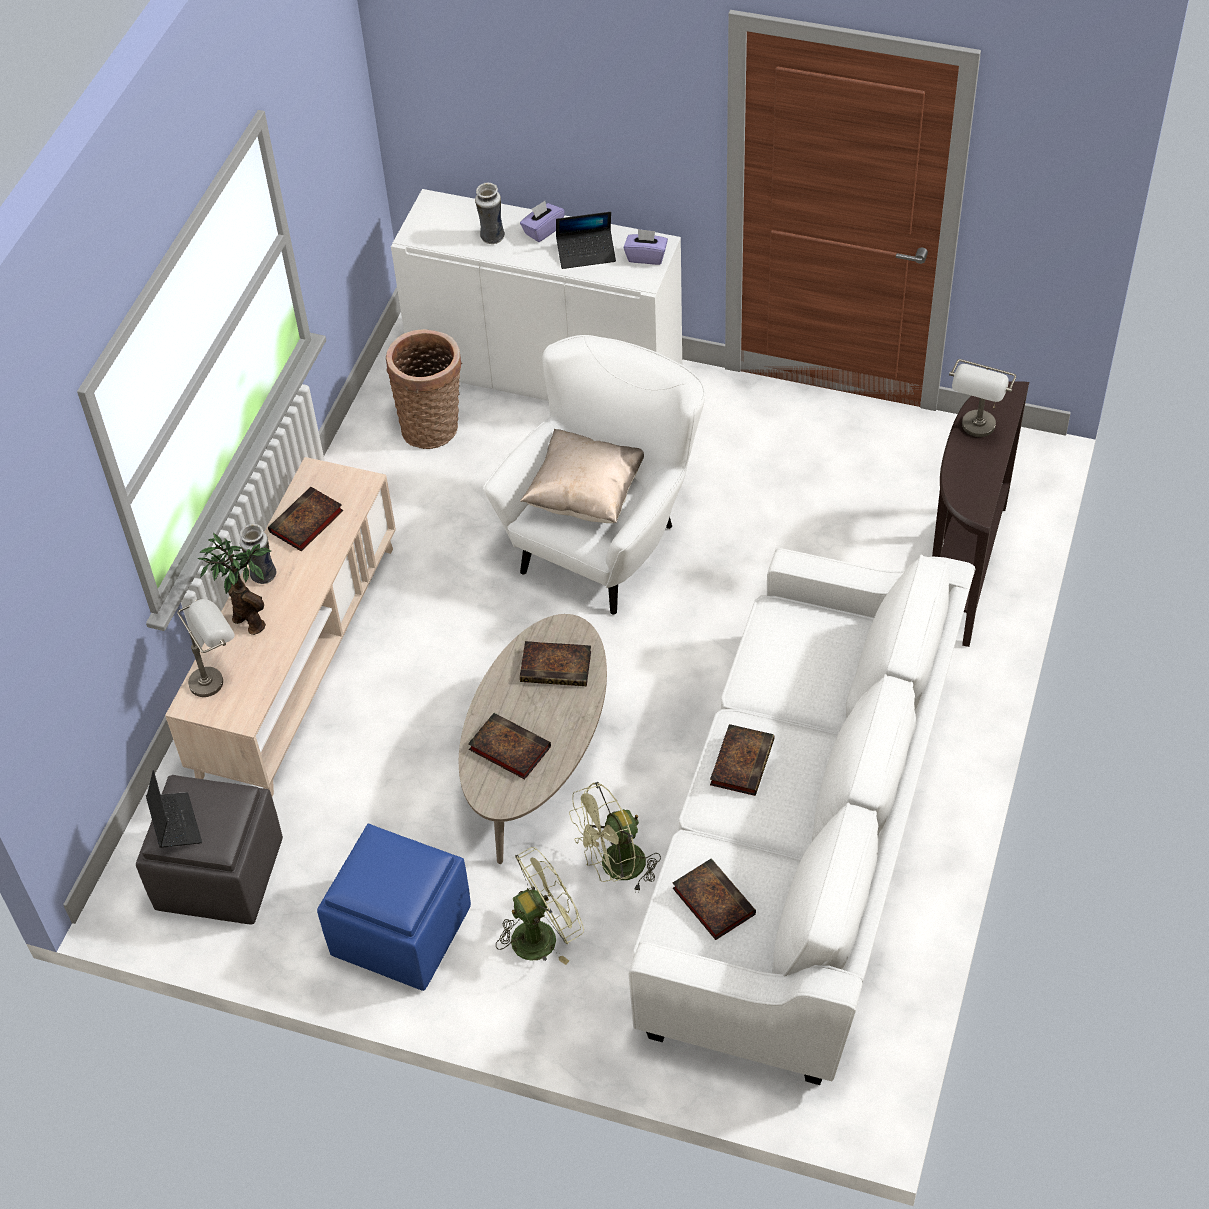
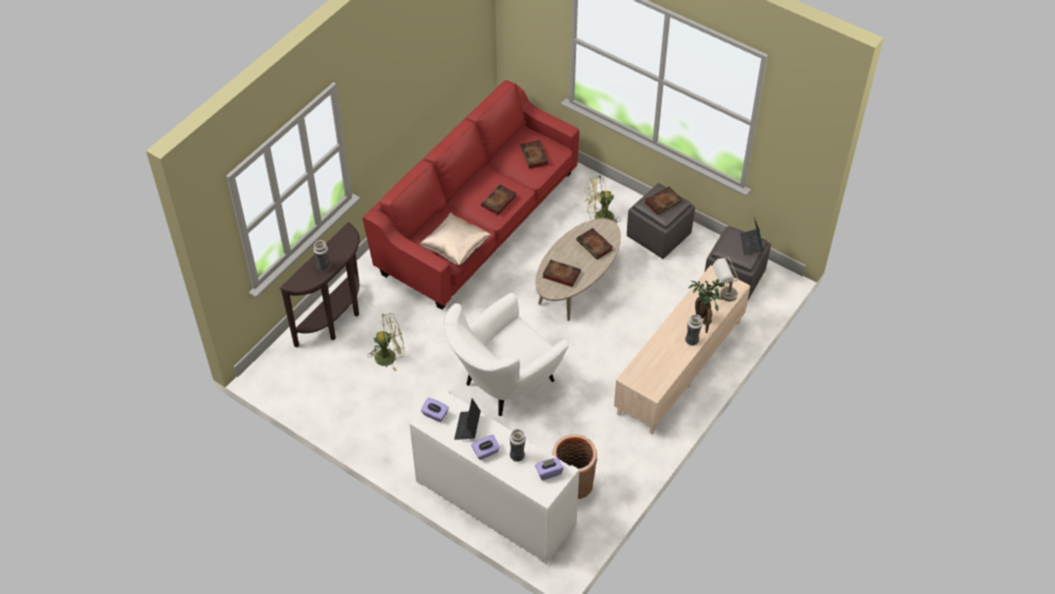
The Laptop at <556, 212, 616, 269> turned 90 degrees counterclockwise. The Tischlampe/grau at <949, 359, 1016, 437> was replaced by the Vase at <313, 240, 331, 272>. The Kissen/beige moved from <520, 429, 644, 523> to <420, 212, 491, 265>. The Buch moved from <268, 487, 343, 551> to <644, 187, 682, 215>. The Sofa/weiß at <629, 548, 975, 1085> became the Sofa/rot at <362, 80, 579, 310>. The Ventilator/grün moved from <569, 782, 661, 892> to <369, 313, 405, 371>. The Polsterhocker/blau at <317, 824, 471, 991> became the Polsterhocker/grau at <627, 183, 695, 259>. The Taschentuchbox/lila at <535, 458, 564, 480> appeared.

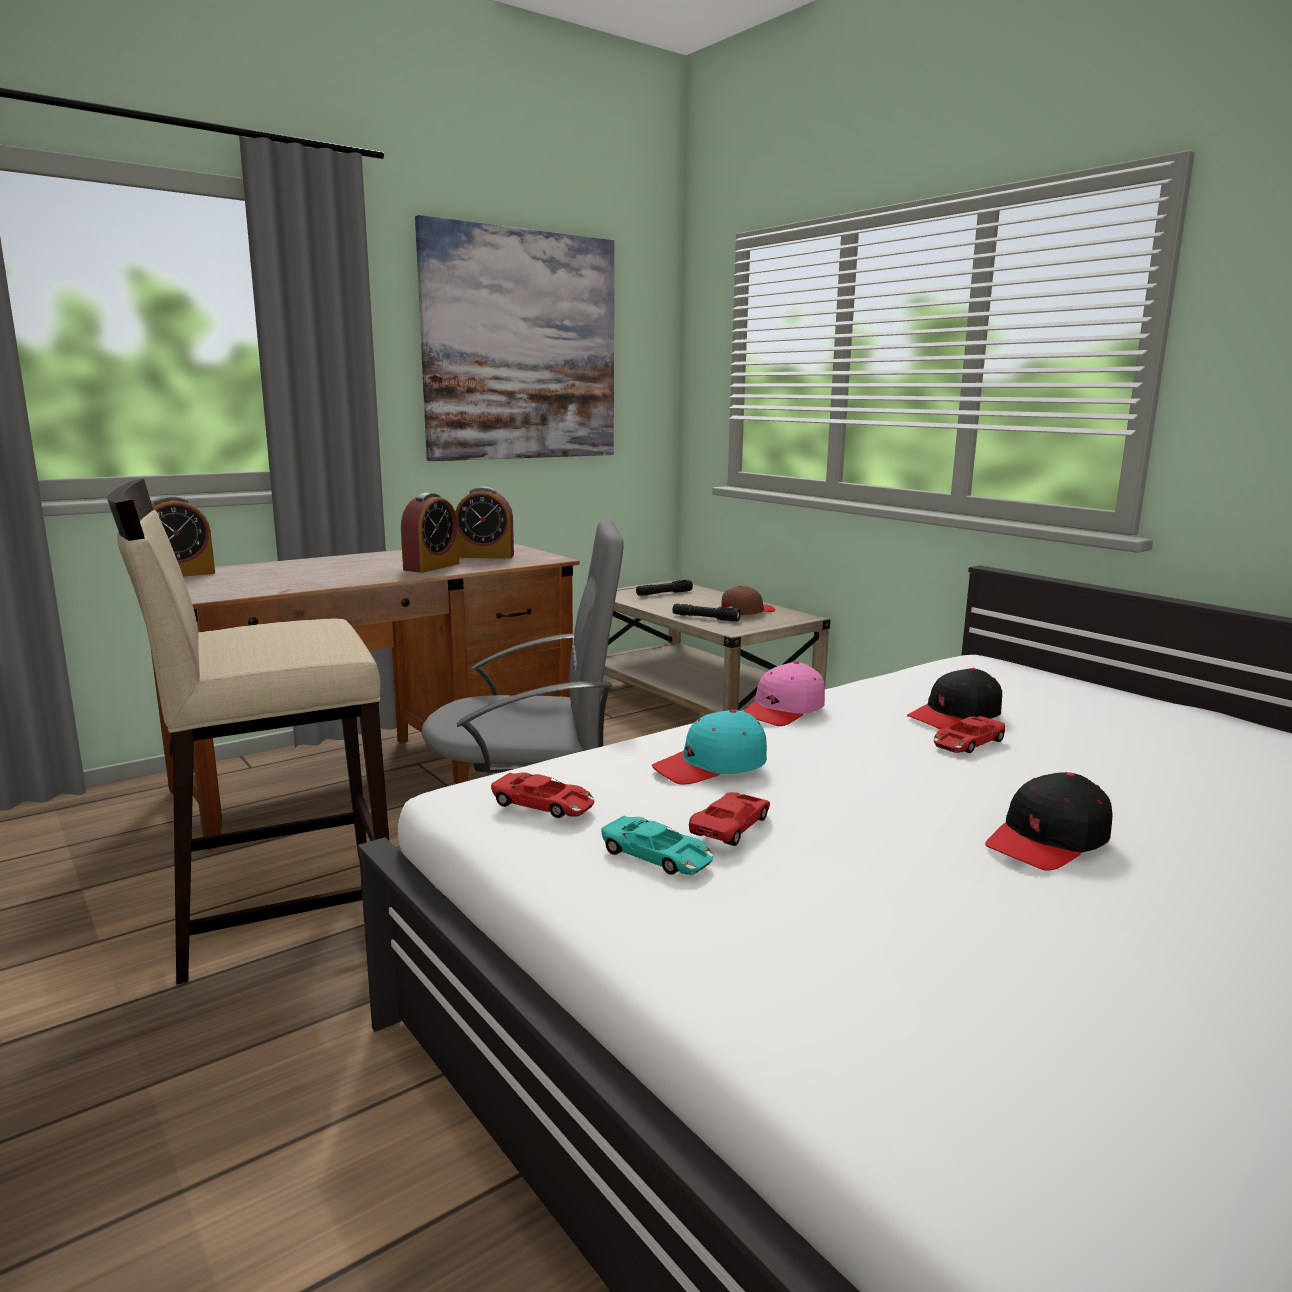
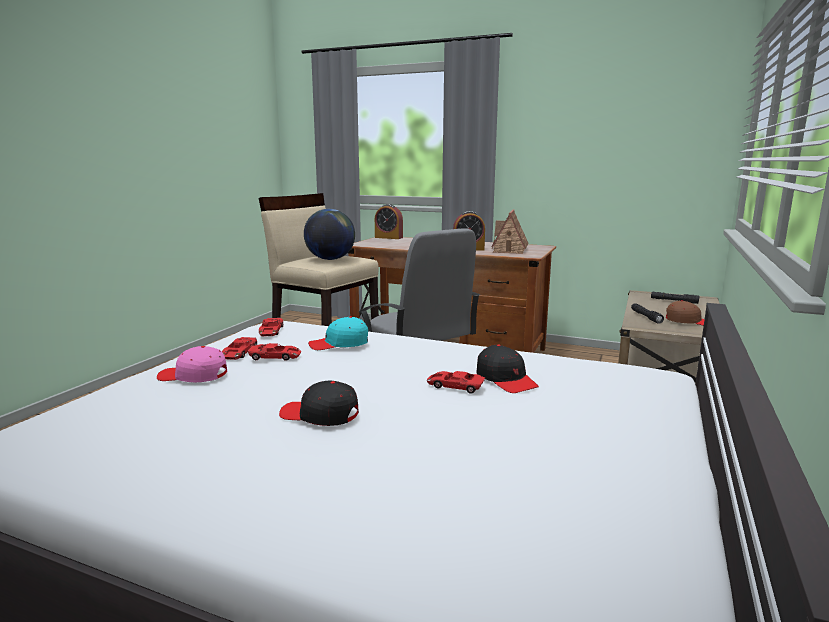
The Bild at <415, 215, 614, 461> disappeared. The Wecker at <455, 487, 514, 559> was replaced by the Spielzeughaus at <491, 209, 528, 254>. The Kappe/rosa moved from <743, 661, 825, 726> to <157, 346, 227, 382>. The Kappe/schwarz at <907, 668, 1002, 729> turned 150 degrees counterclockwise. The Kappe/türkis at <652, 710, 767, 785> turned 45 degrees counterclockwise. The Spielzeugauto/türkis at <601, 816, 713, 875> became the Spielzeugauto/rot at <222, 337, 257, 360>. The Globus at <304, 209, 355, 260> appeared.

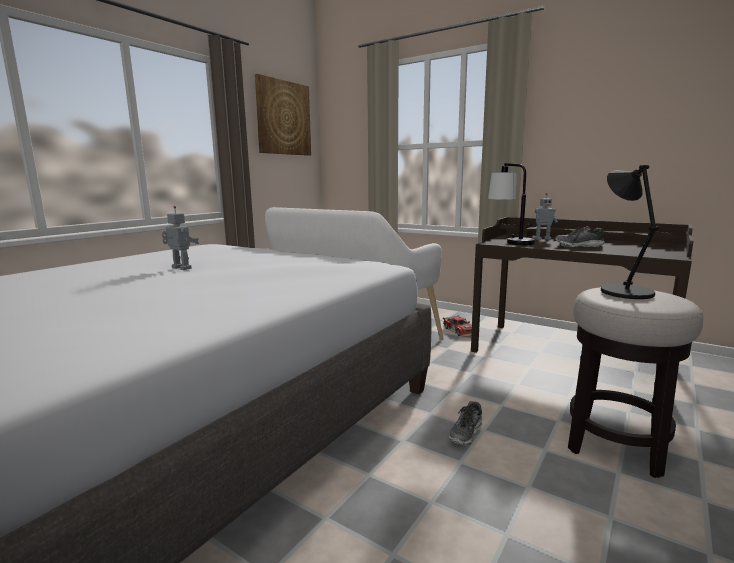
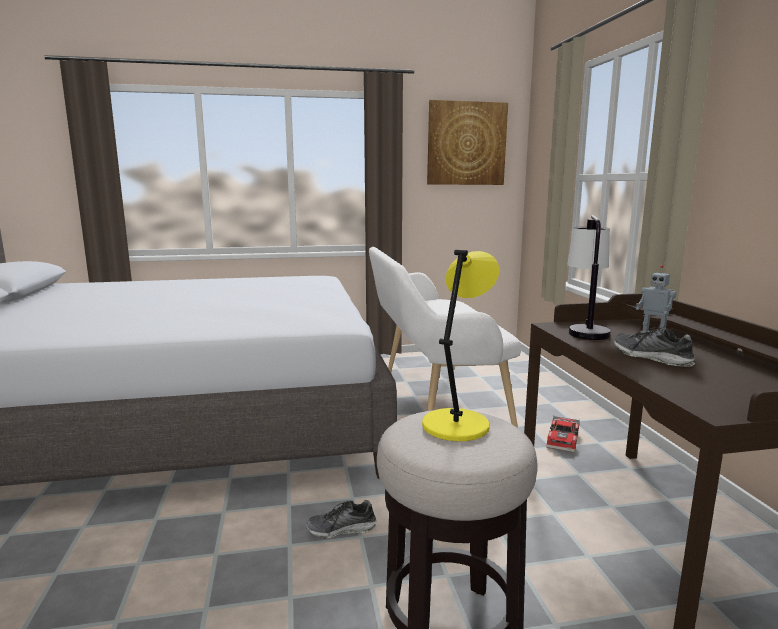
The Tischlampe/schwarz at <601, 165, 659, 299> became the Tischlampe/gelb at <422, 249, 499, 441>. The Spielzeugroboter at <162, 206, 199, 270> disappeared.

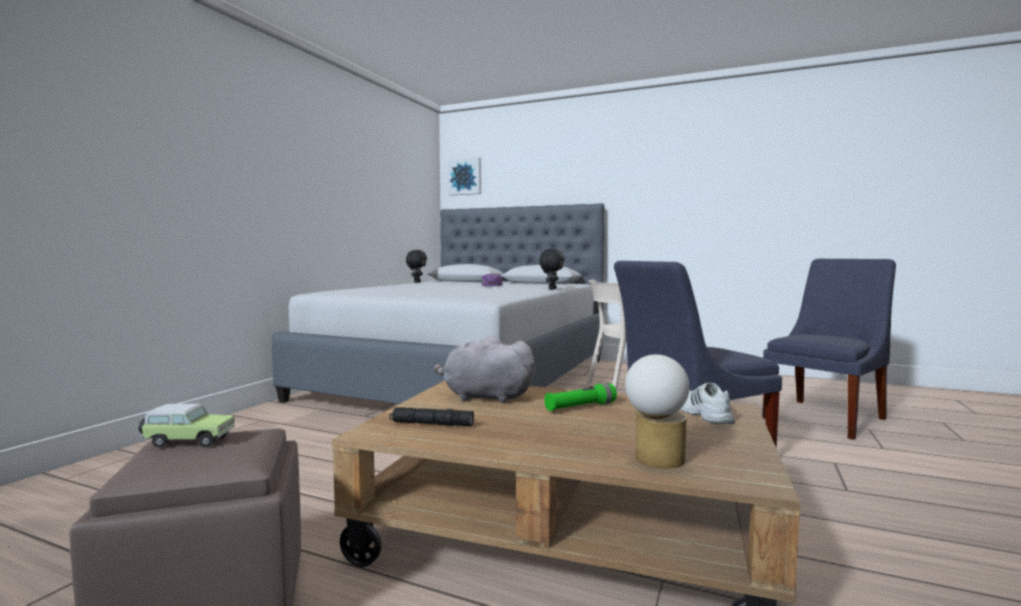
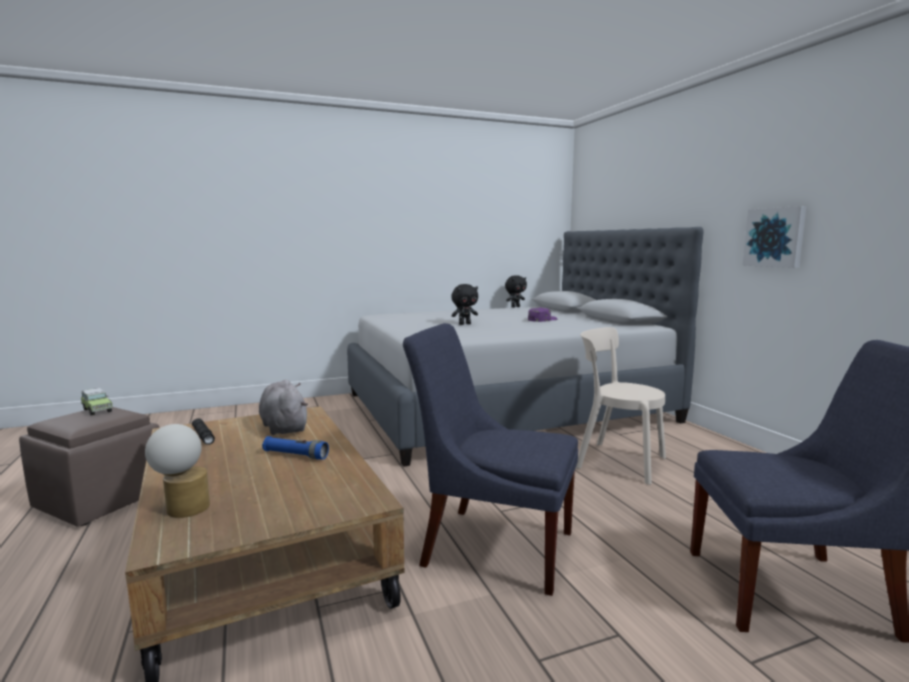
The Bild moved from <448, 157, 481, 195> to <742, 206, 806, 268>. The Plüschtier/schwarz moved from <539, 249, 565, 290> to <451, 284, 478, 325>. The Taschenlampe/grün at <544, 383, 617, 411> became the Taschenlampe/blau at <262, 436, 329, 460>. The Schuh/weiß at <680, 383, 735, 424> disappeared.

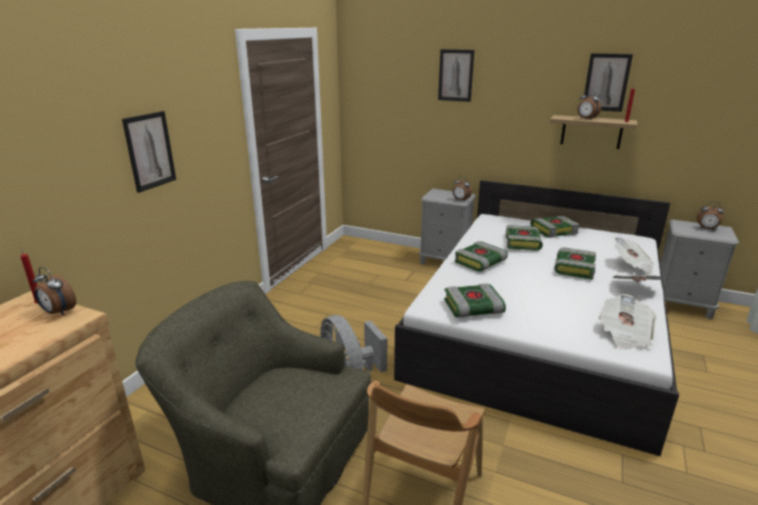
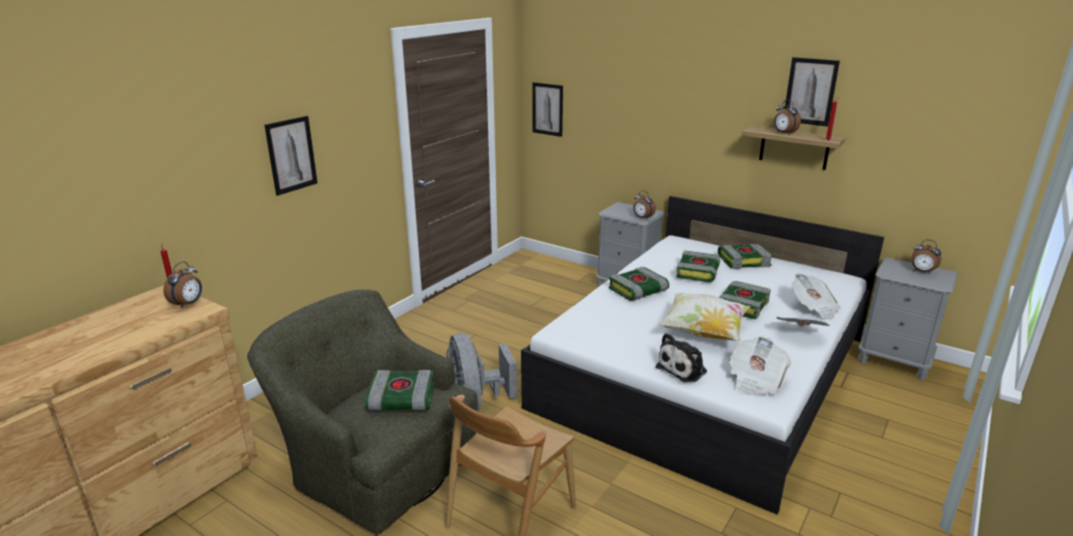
The Bild moved from <438, 49, 475, 102> to <532, 82, 563, 137>. The Wecker at <33, 267, 76, 316> turned 105 degrees counterclockwise. The Buch moved from <444, 283, 506, 318> to <365, 370, 435, 411>. The Kissen at <658, 293, 750, 341> appeared. The Plüschtier at <656, 333, 707, 382> appeared.

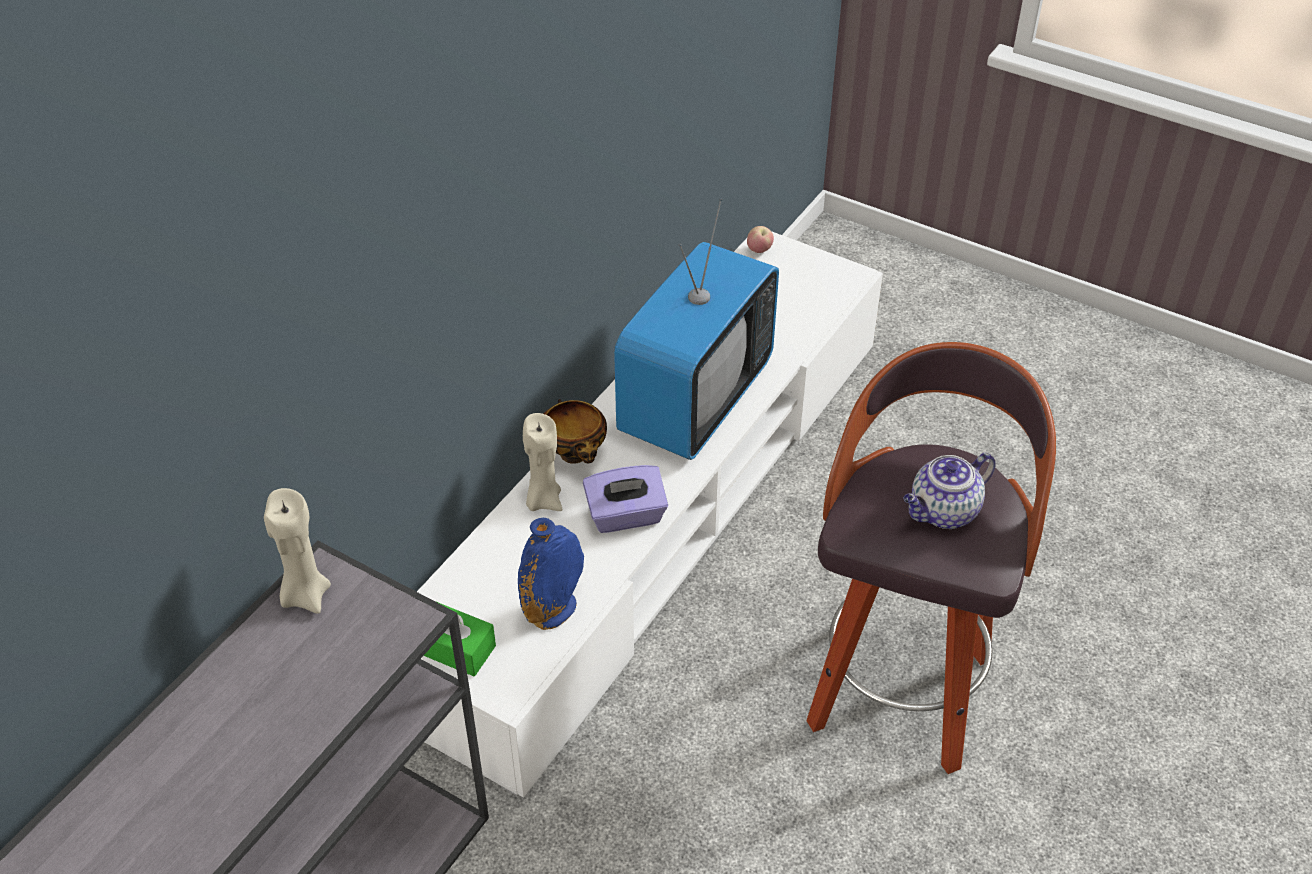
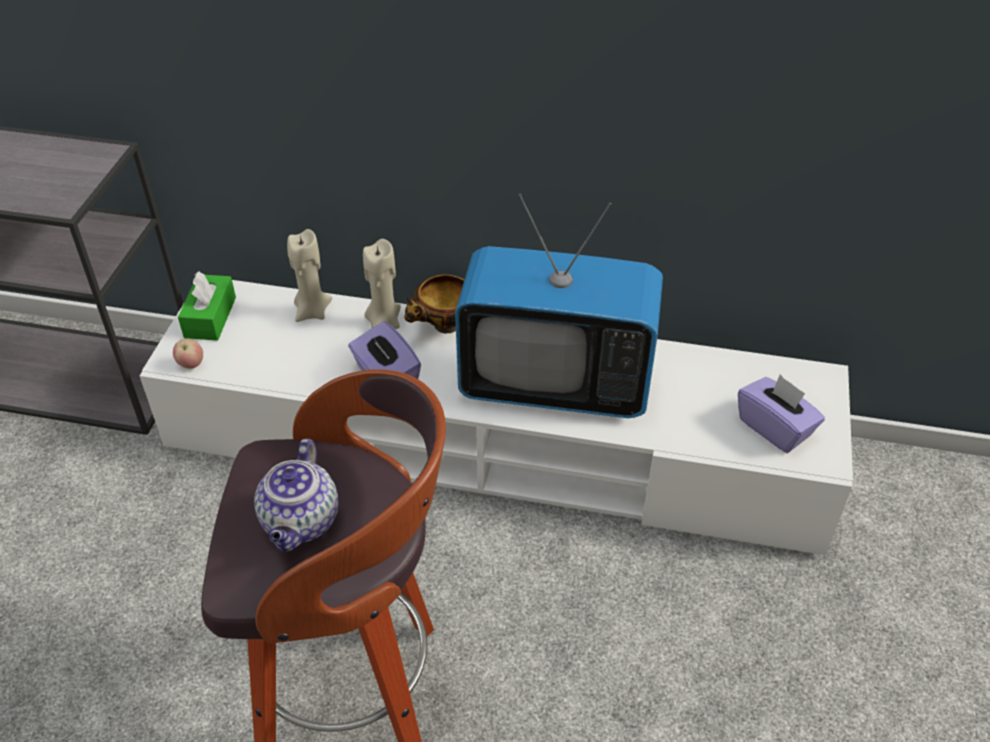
The Apfel moved from <747, 226, 774, 253> to <173, 339, 203, 369>. The Teekanne at <903, 453, 996, 529> turned 120 degrees counterclockwise. The Kerze/beige moved from <264, 488, 331, 614> to <287, 229, 332, 322>. The Vase/blau at <518, 518, 584, 630> disappeared. The Taschentuchbox/lila at <738, 375, 825, 453> appeared.

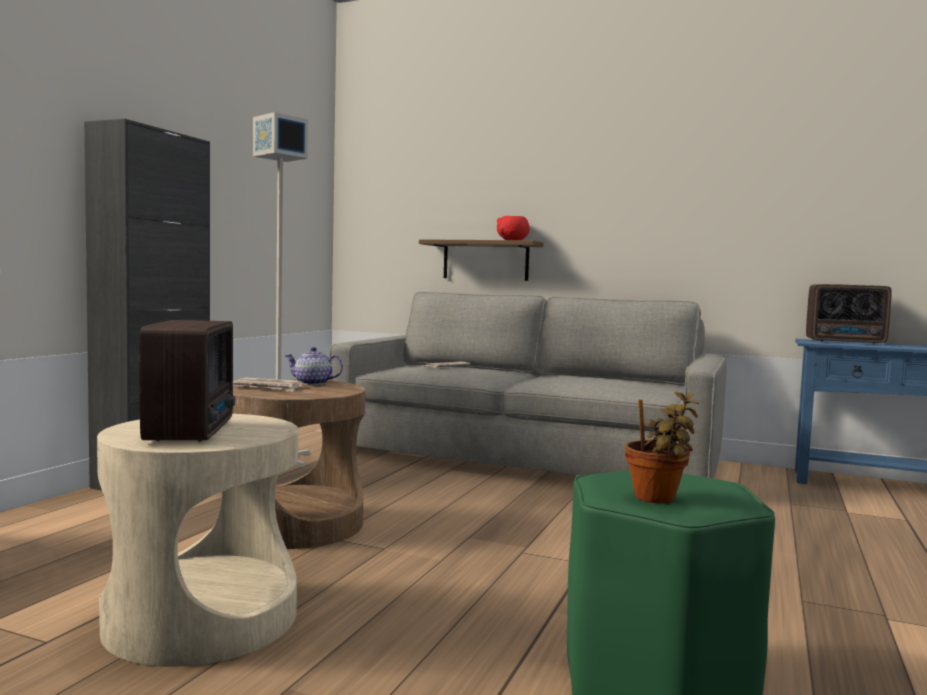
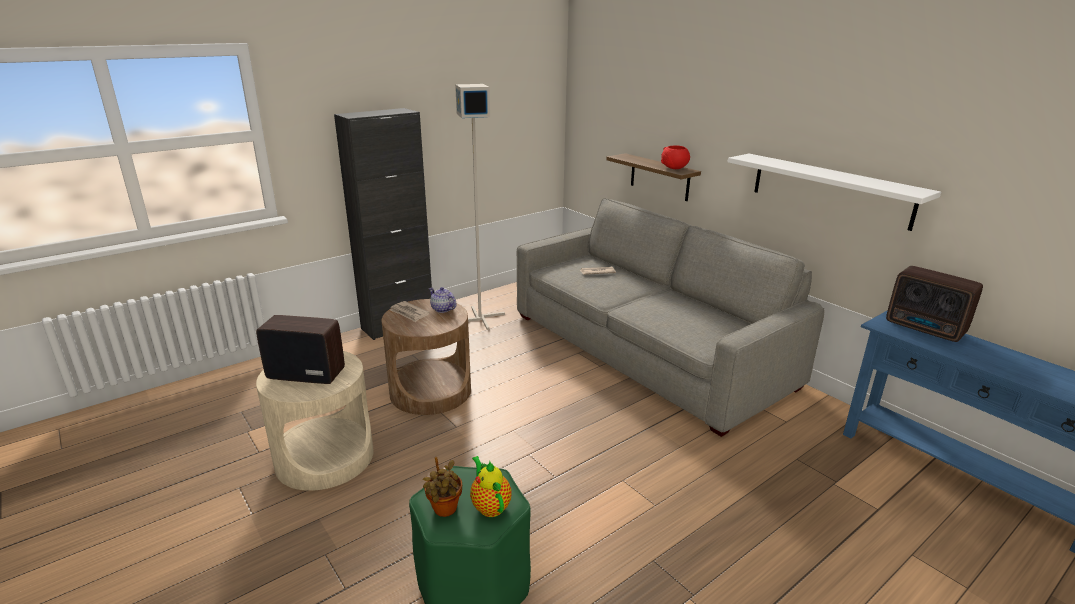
The Radio at <139, 320, 235, 442> turned 105 degrees counterclockwise. The Wandregal/weiß at <728, 154, 941, 231> appeared. The Teekanne at <470, 456, 512, 517> appeared.

